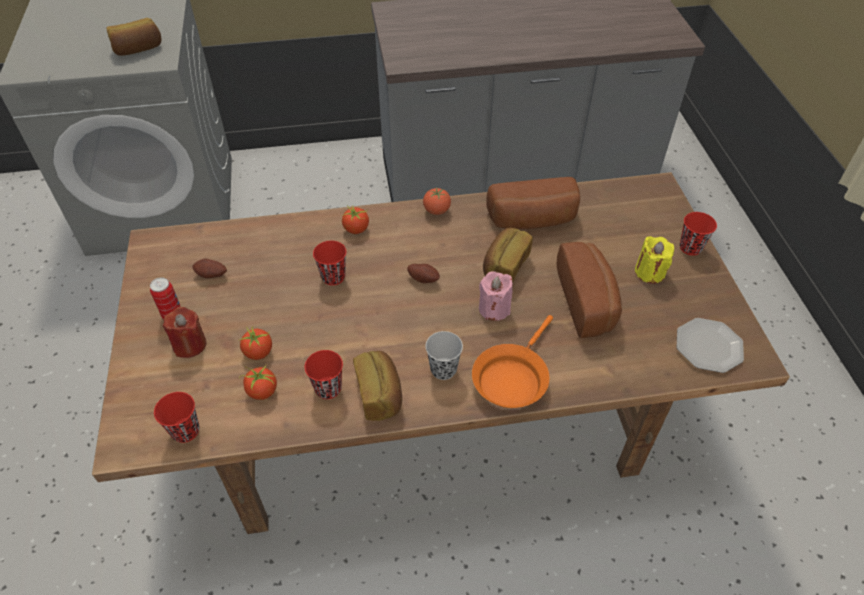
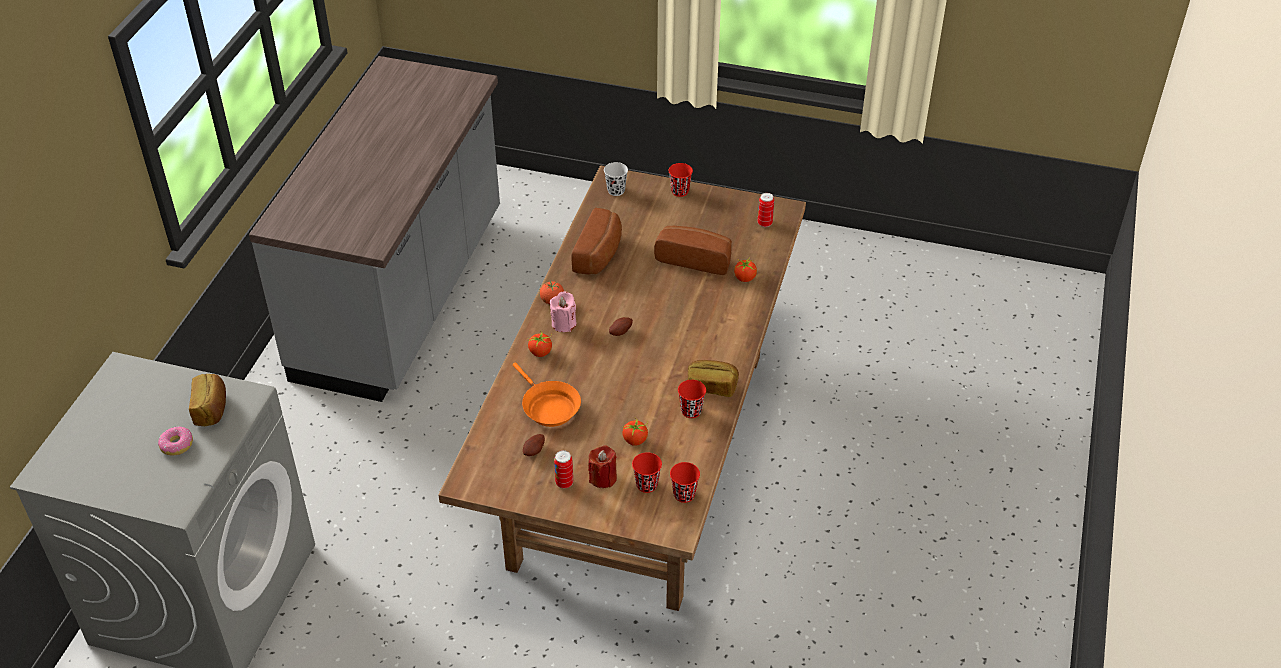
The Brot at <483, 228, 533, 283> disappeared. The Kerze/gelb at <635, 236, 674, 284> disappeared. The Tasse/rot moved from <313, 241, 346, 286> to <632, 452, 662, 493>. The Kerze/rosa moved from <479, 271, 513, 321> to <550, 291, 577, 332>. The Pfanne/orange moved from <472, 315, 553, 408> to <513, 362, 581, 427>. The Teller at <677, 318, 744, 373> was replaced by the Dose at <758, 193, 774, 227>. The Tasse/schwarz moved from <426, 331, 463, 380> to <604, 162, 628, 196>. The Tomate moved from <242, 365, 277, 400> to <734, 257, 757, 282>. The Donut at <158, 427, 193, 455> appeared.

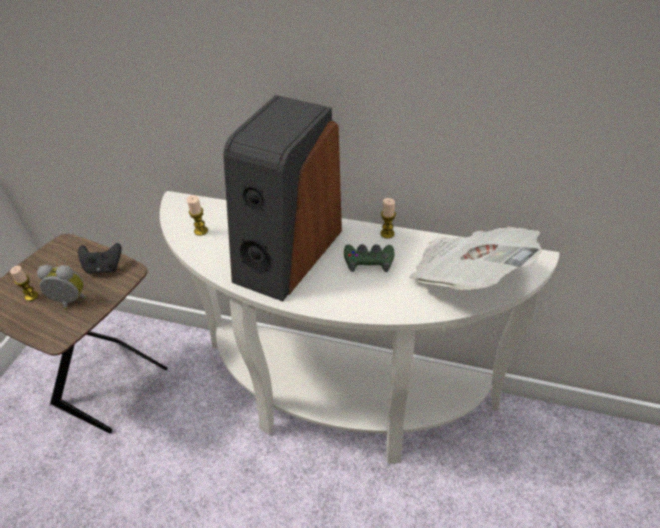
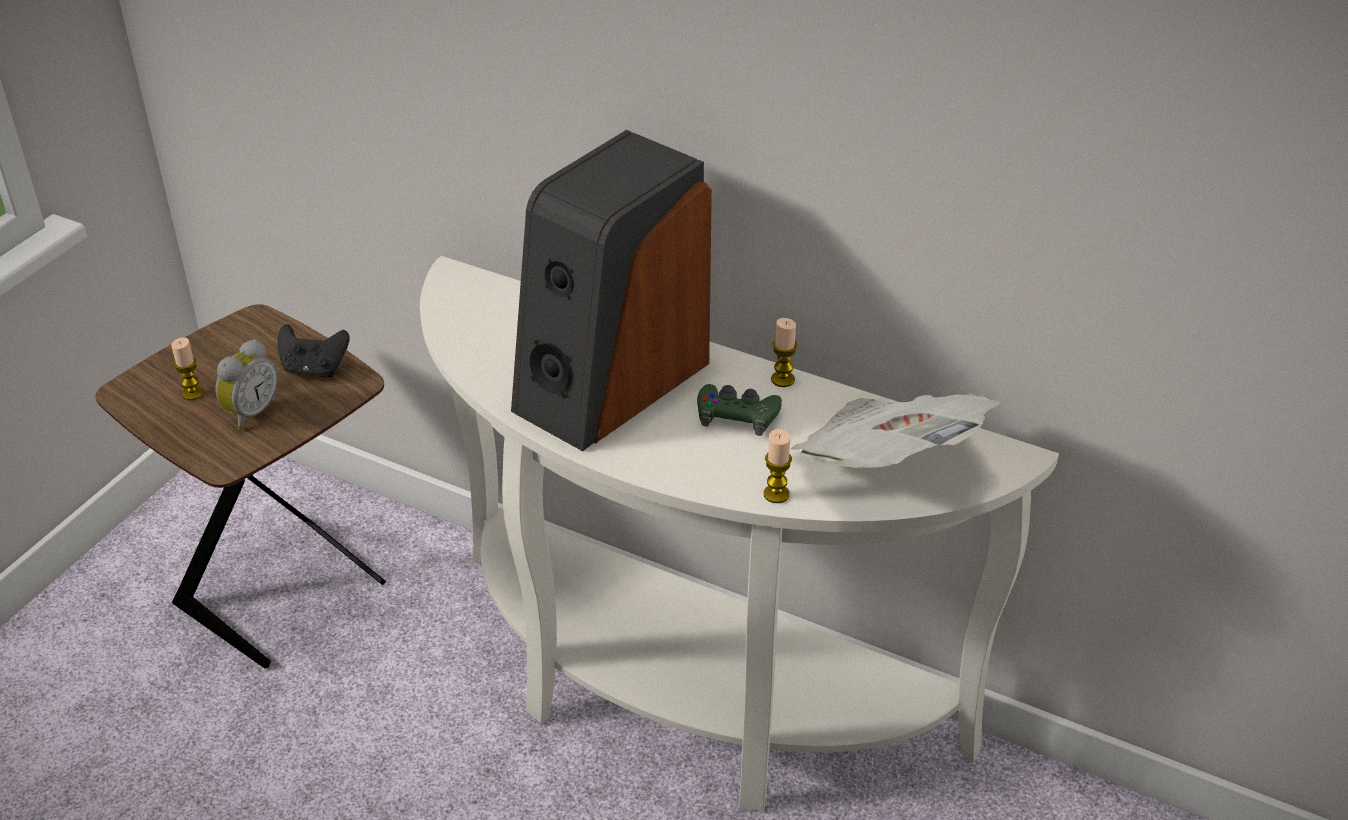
The Kerze moved from <187, 195, 208, 236> to <764, 429, 792, 503>. The Wecker at <37, 265, 87, 310> turned 105 degrees clockwise.

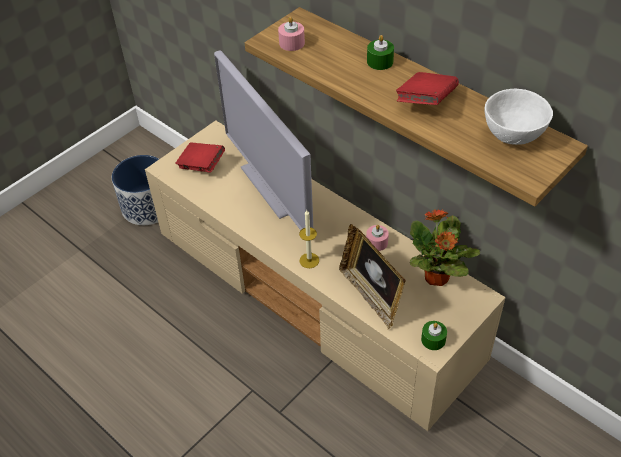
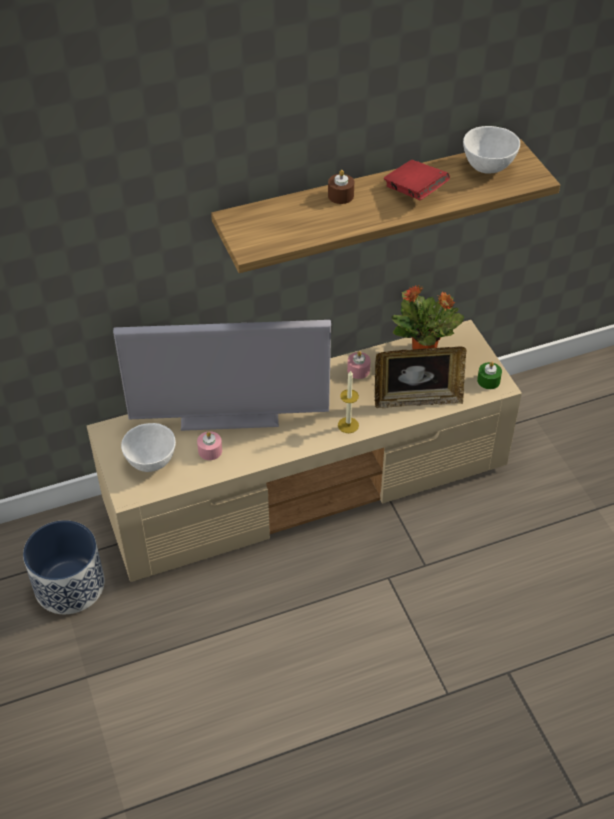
The Kerze/rosa moved from <278, 17, 305, 51> to <197, 431, 222, 460>. The Kerze/grün at <367, 35, 394, 70> became the Kerze/braun at <328, 170, 354, 204>. The Buch/rot at <176, 142, 225, 172> was replaced by the Schüssel/weiß at <121, 423, 176, 472>.

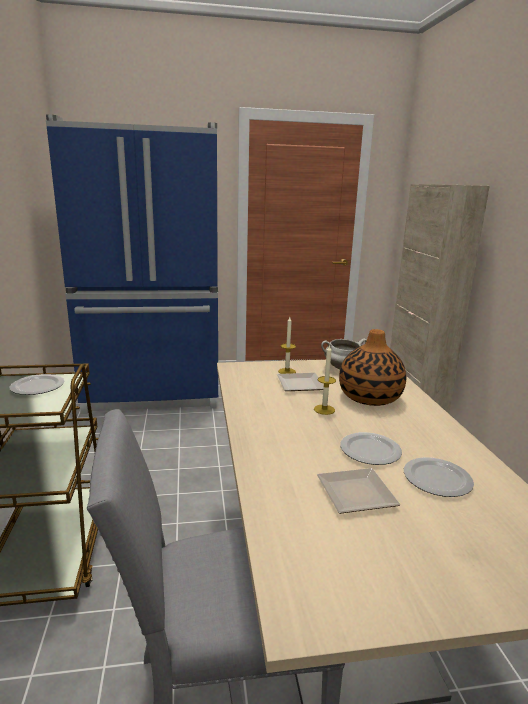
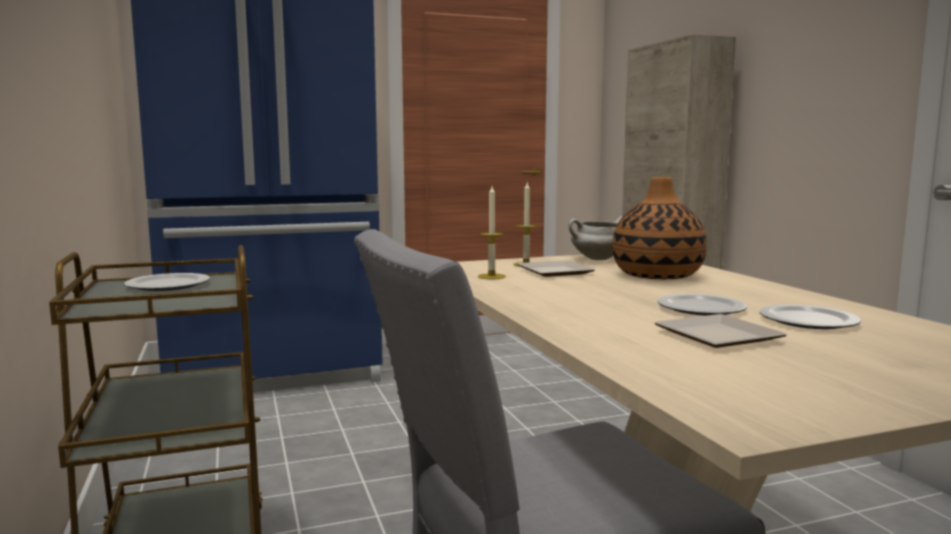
The Kerze moved from <314, 345, 336, 415> to <478, 186, 506, 279>.

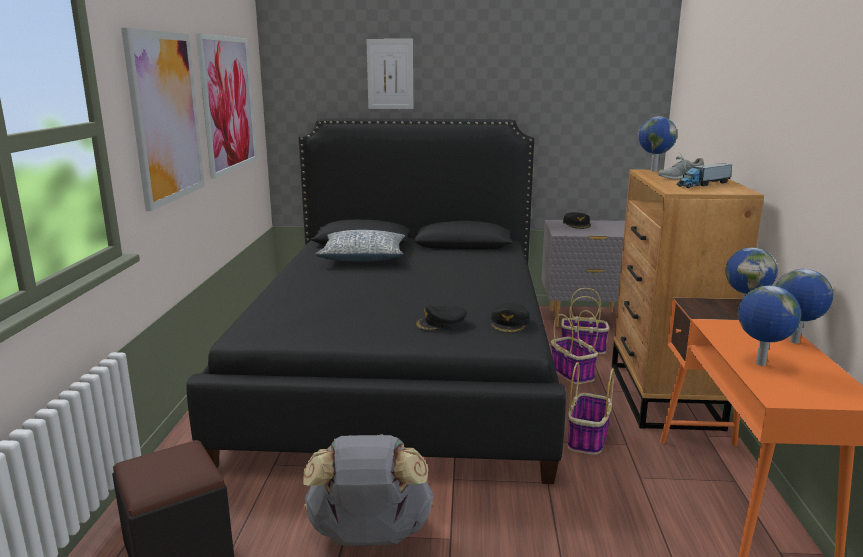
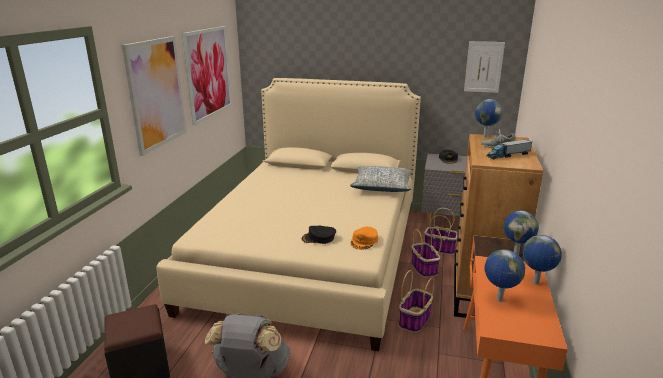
The Bild moved from <366, 39, 413, 109> to <464, 41, 505, 93>. The Bett/schwarz at <186, 118, 566, 484> became the Bett/beige at <156, 78, 421, 351>. The Kissen moved from <315, 230, 405, 262> to <350, 166, 412, 192>. The Kappe/schwarz at <491, 303, 530, 333> became the Kappe/orange at <350, 227, 378, 250>.

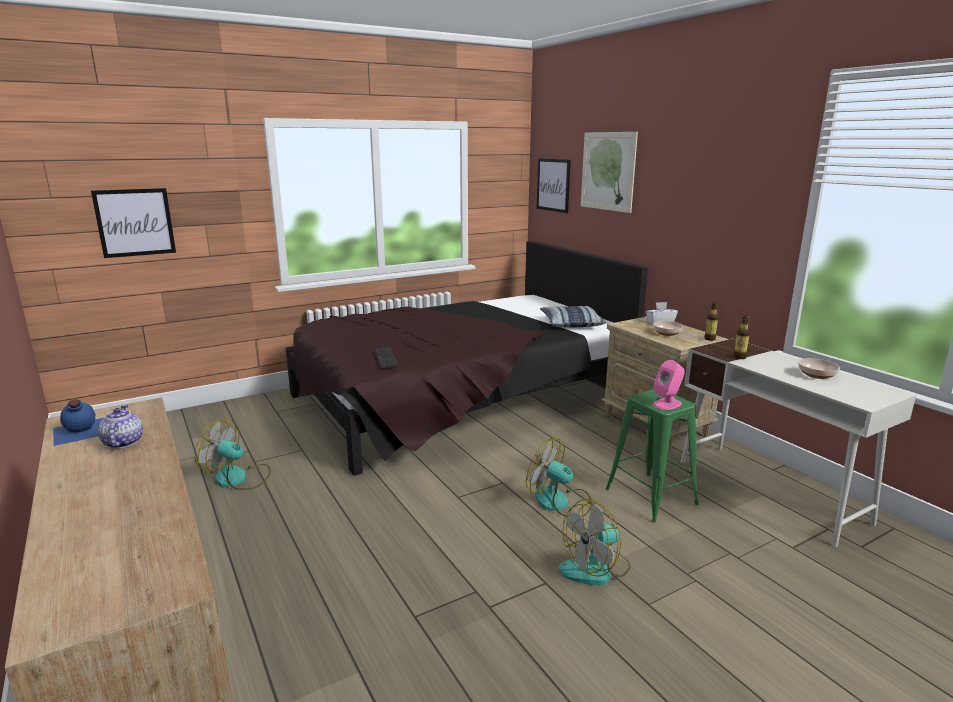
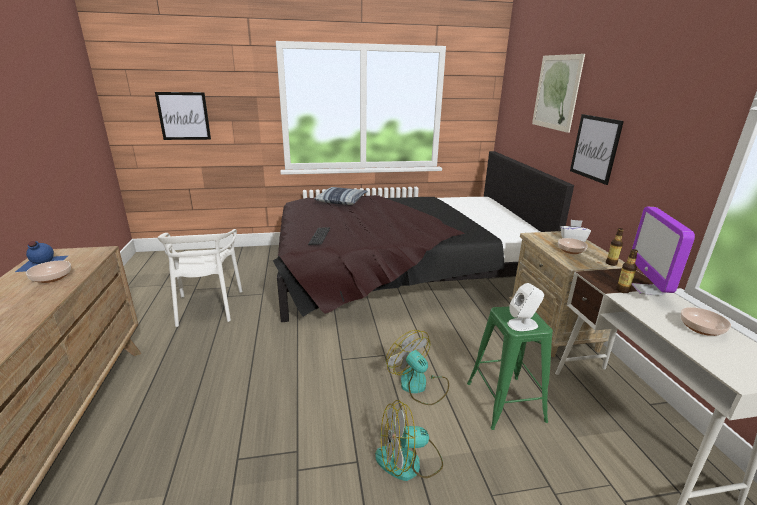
The Bild moved from <537, 158, 571, 213> to <570, 114, 624, 185>. The Kissen moved from <540, 306, 606, 327> to <314, 187, 368, 205>. The Lautsprecher/rosa at <653, 360, 685, 410> became the Lautsprecher/weiß at <507, 283, 544, 331>. The Teekanne at <98, 405, 143, 449> was replaced by the Schüssel at <26, 261, 71, 283>. The Ventilator at <195, 418, 270, 490> was replaced by the Stuhl/weiß at <157, 229, 242, 327>. The Monitor at <632, 206, 695, 296> appeared.

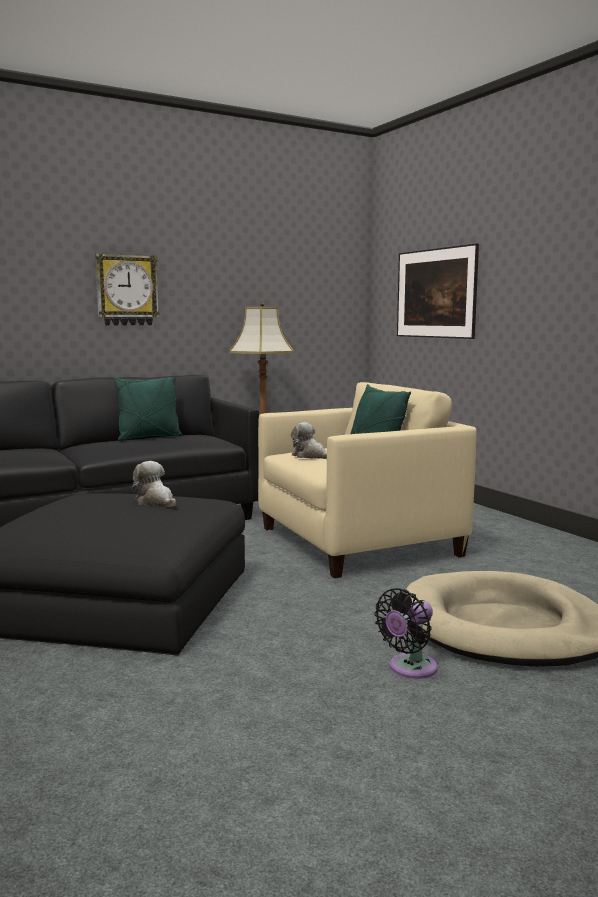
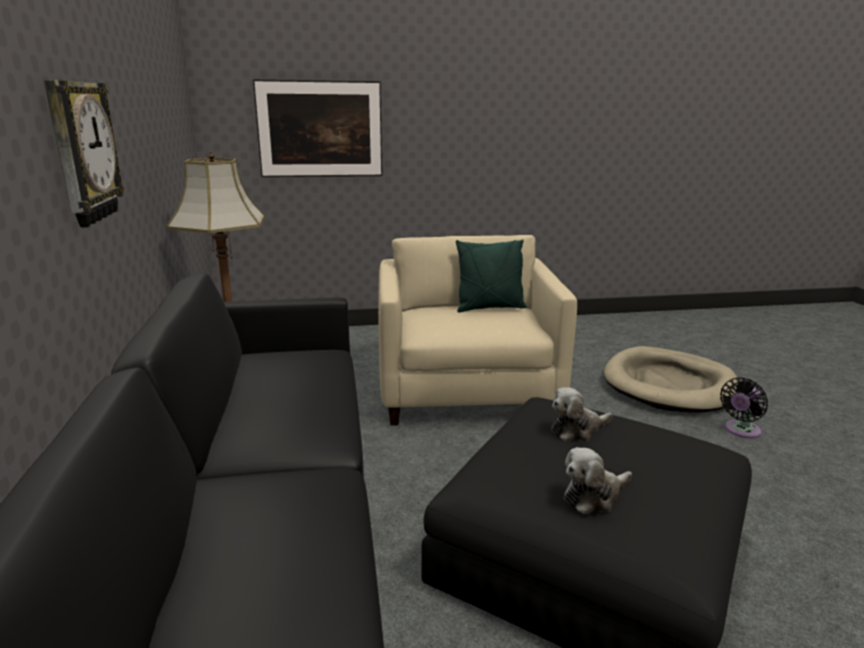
The Kissen/grün at <113, 376, 182, 441> disappeared. The Plüschtier moved from <291, 422, 327, 459> to <564, 447, 632, 514>. The Ventilator/schwarz at <374, 588, 438, 679> turned 75 degrees clockwise.

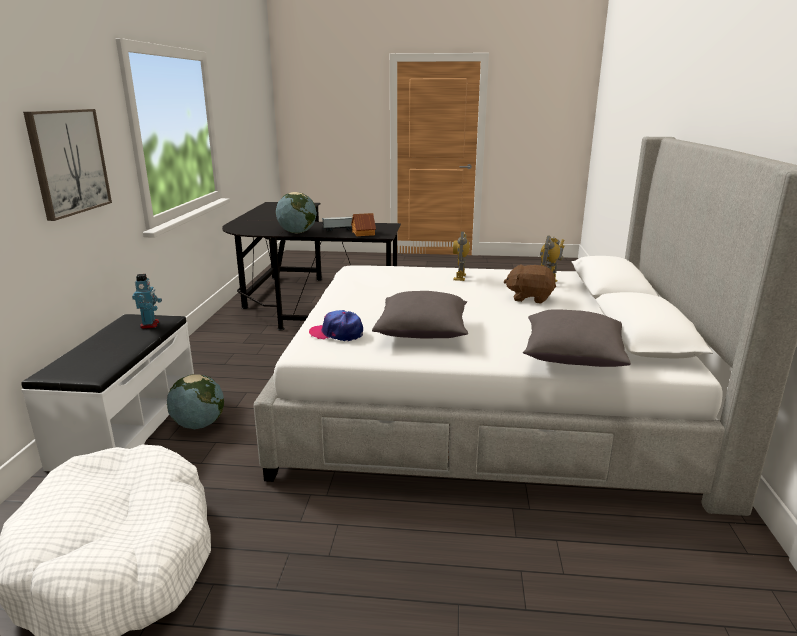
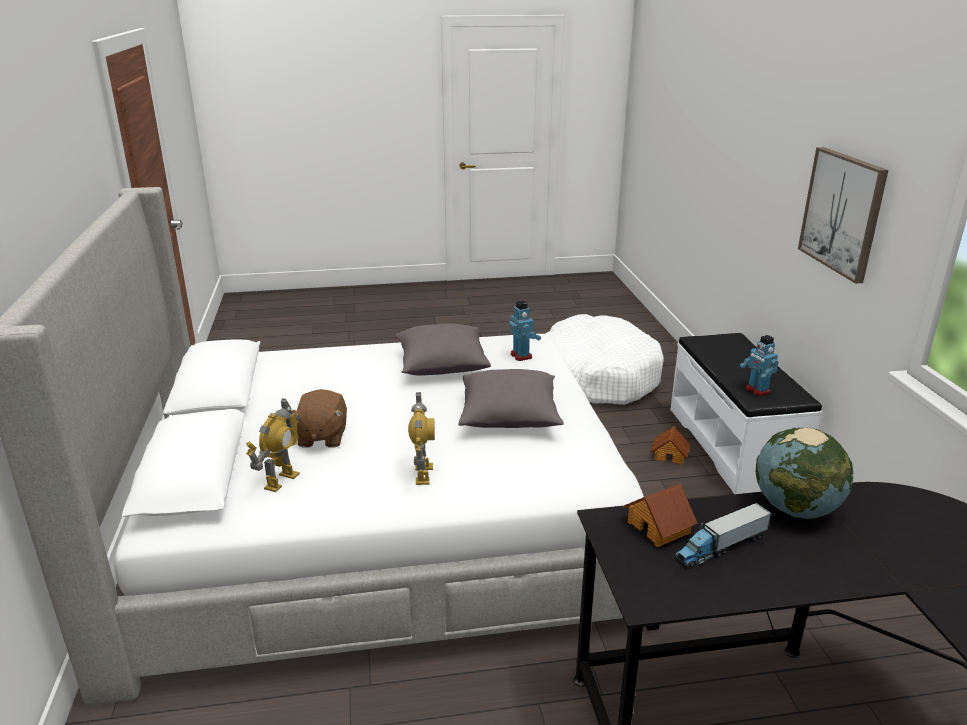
The Plüschtier/braun at <504, 264, 556, 304> turned 90 degrees clockwise. The Kissen/grau moved from <523, 309, 631, 367> to <458, 369, 564, 428>. The Kappe at <309, 310, 363, 342> was replaced by the Spielzeugroboter at <509, 300, 541, 361>. The Globus at <167, 374, 224, 429> was replaced by the Spielzeughaus at <651, 426, 690, 465>.

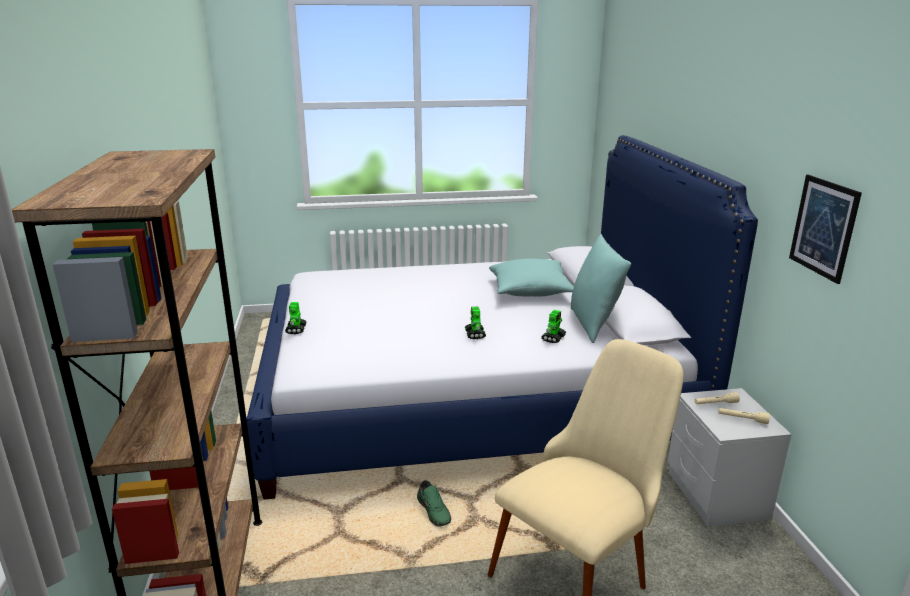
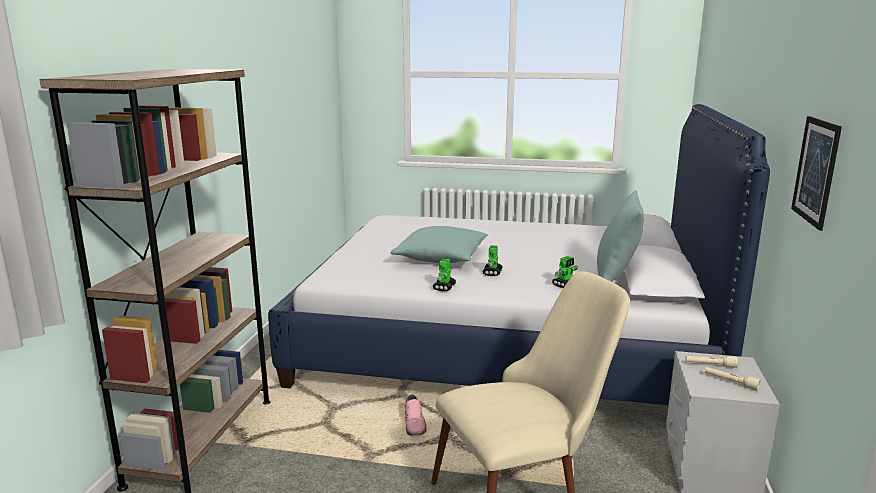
The Kissen/türkis moved from <489, 259, 574, 296> to <391, 226, 488, 263>. The Spielzeugroboter moved from <285, 302, 306, 334> to <432, 259, 456, 291>. The Schuh/grün at <417, 480, 451, 527> became the Schuh/rosa at <405, 394, 427, 436>.

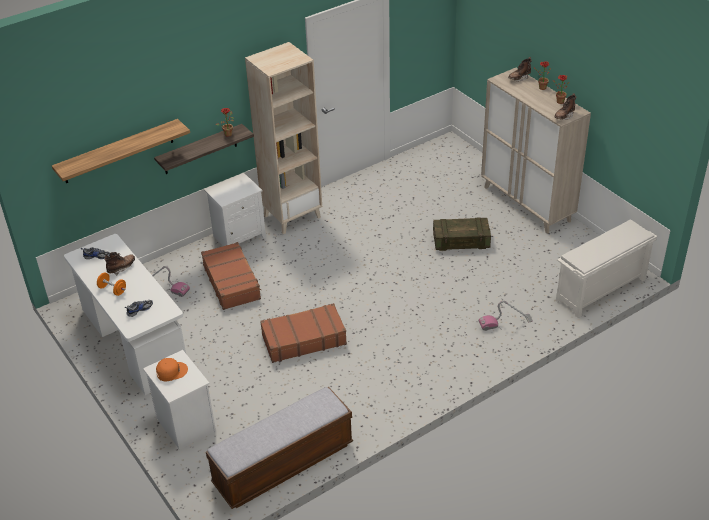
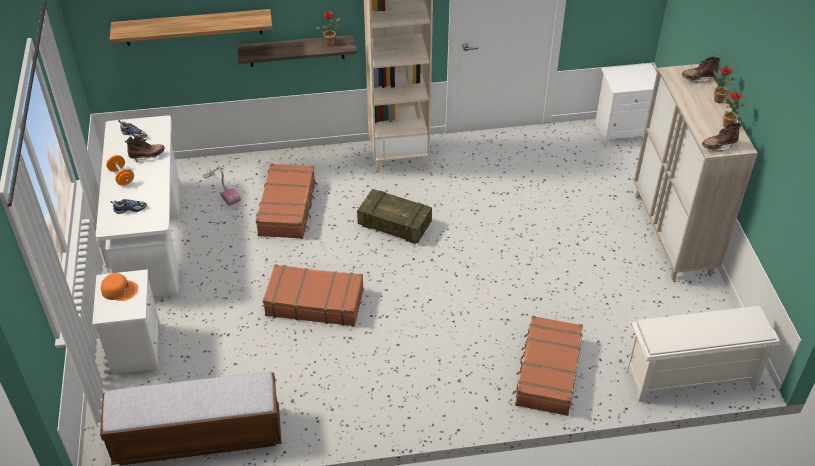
The Nachttisch/weiß moved from <204, 173, 266, 246> to <595, 63, 657, 146>. The Kiste moved from <433, 218, 491, 251> to <357, 189, 432, 243>. The Staubsauger at <479, 300, 533, 331> was replaced by the Koffer/braun at <513, 316, 583, 416>.

